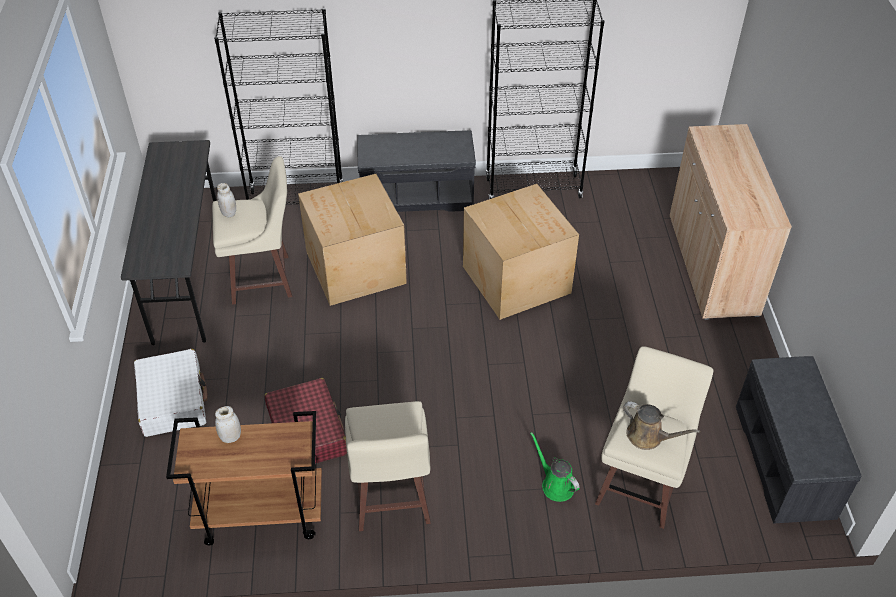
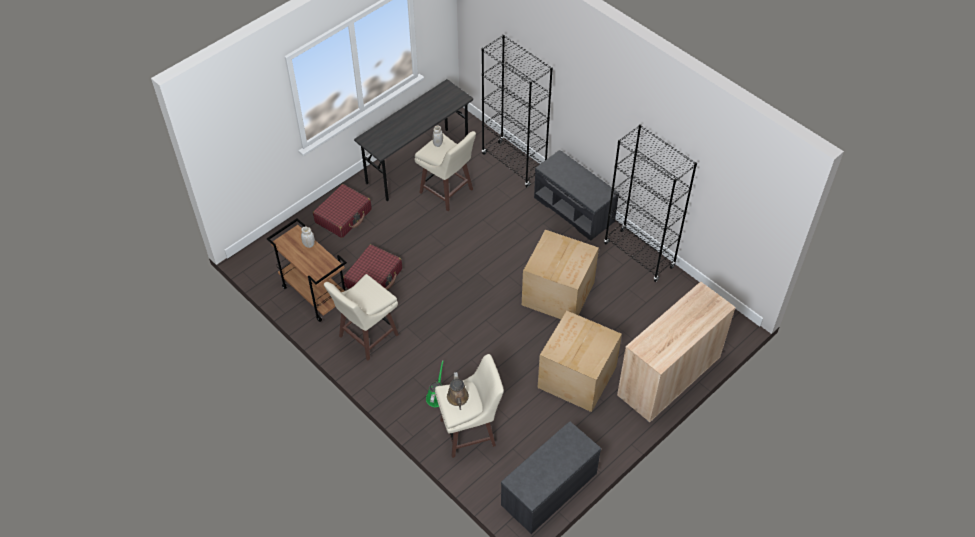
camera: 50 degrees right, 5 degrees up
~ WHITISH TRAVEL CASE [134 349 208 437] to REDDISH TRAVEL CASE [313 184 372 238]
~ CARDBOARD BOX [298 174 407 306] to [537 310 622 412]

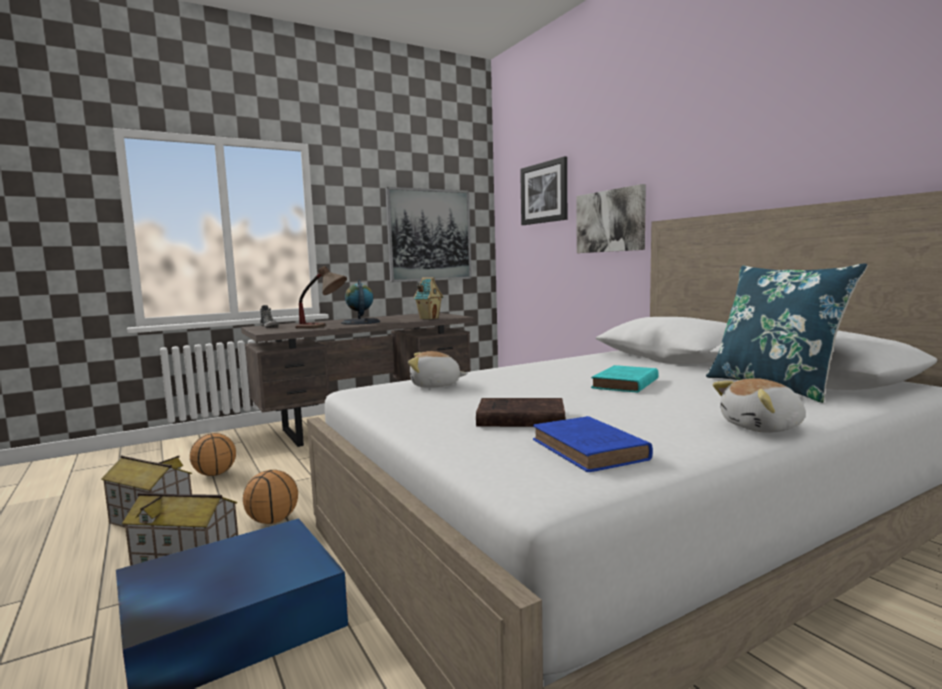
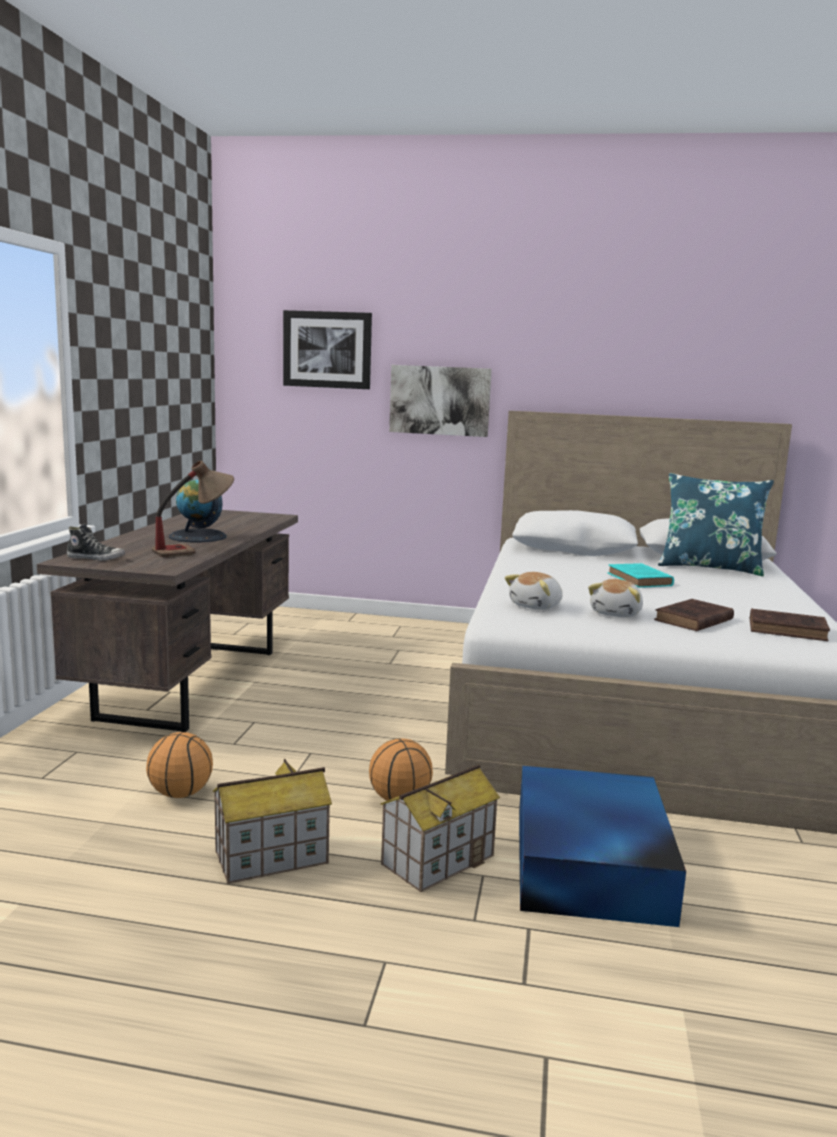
camera: 50 degrees left, 5 degrees up
~ CUDDLY TOY [713 378 806 433] to [588 579 643 617]
~ BLUISH BOUND BOOK [533 416 653 472] to BROWNISH BOUND BOOK [750 609 830 641]
- WALL ART [385 187 472 282]
- TOY HOUSE [413 277 443 320]

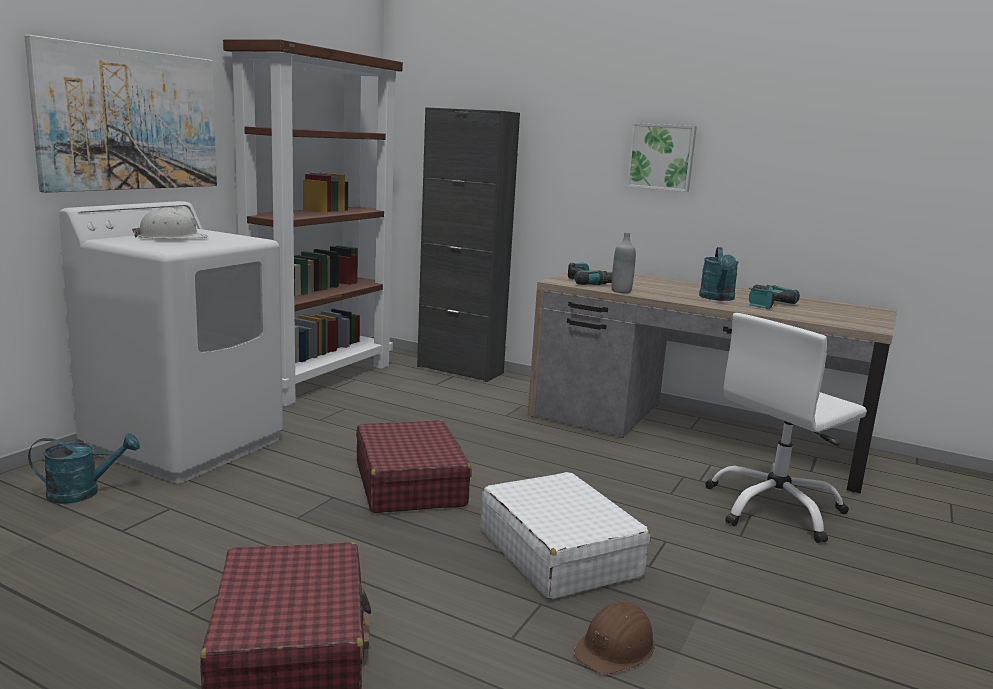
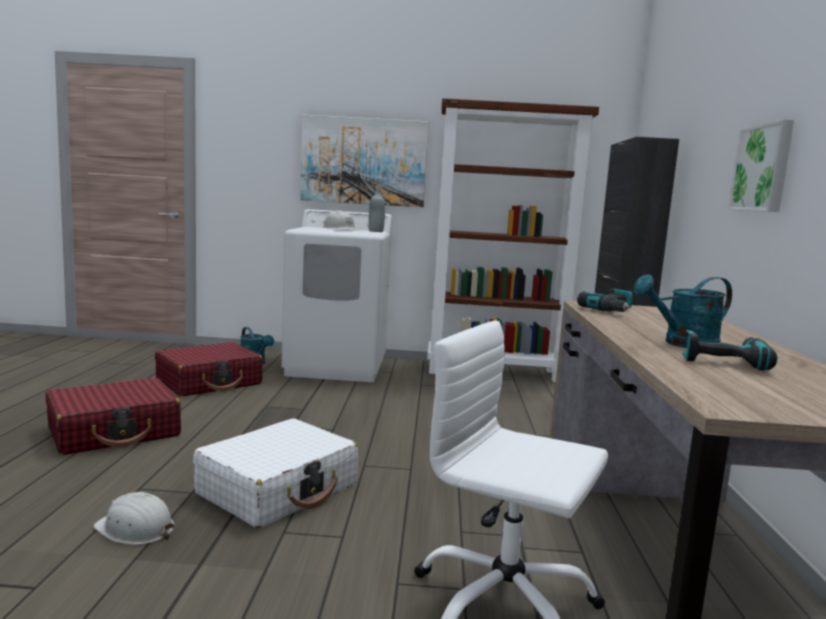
camera: 65 degrees right, 5 degrees down
~ BROWNISH HARD HAT [573 602 655 675] to WHITISH HARD HAT [93 492 175 545]
~ REDDISH TRAVEL CASE [356 420 472 513] to [155 342 263 397]
~ GRAY DRINK BOTTLE [611 232 636 293] to [369 188 385 232]

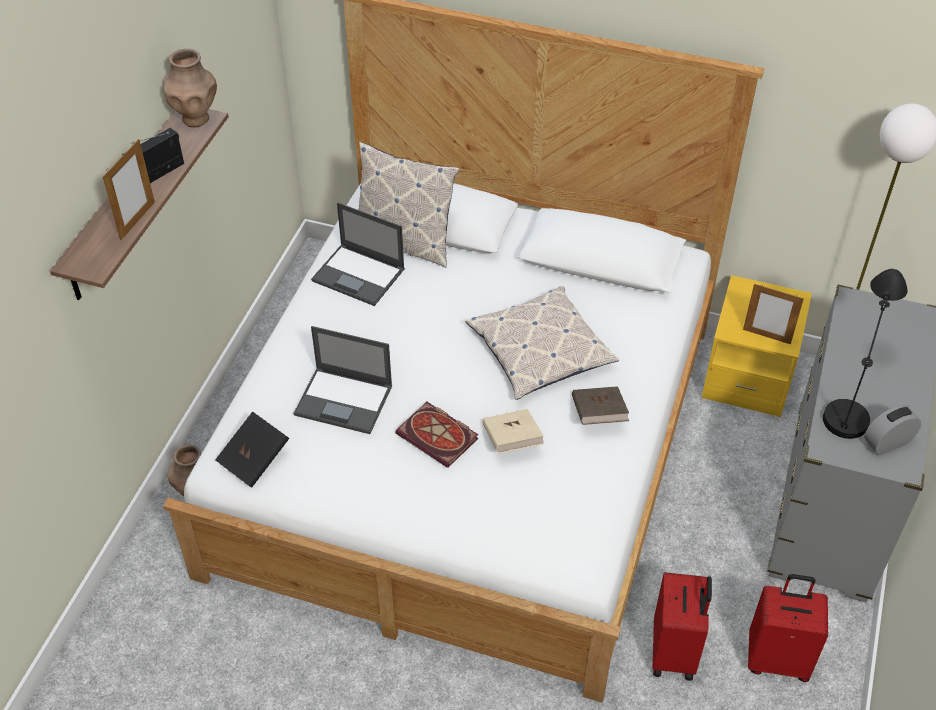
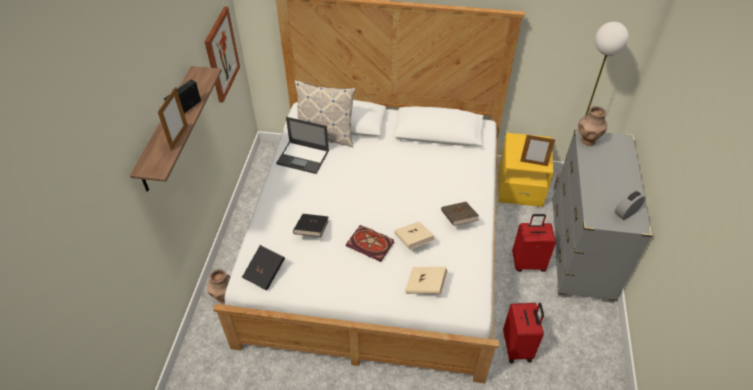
camera: 10 degrees left, 0 degrees up
+ WALL ART [204 7 240 103]
~ PORTABLE COMPUTER [294 326 393 434] to BLACKISH BOUND BOOK [293 214 329 237]
+ BEIGE BOUND BOOK [405 267 448 294]
~ REDDISH TRAVEL CASE [748 574 828 682] to [512 214 556 272]
~ BROWNISH VASE [164 49 217 127] to [578 106 607 146]
- PILLOW [465 286 619 400]
- BLACKISH LAMP FOR A TABLE [823 269 908 439]

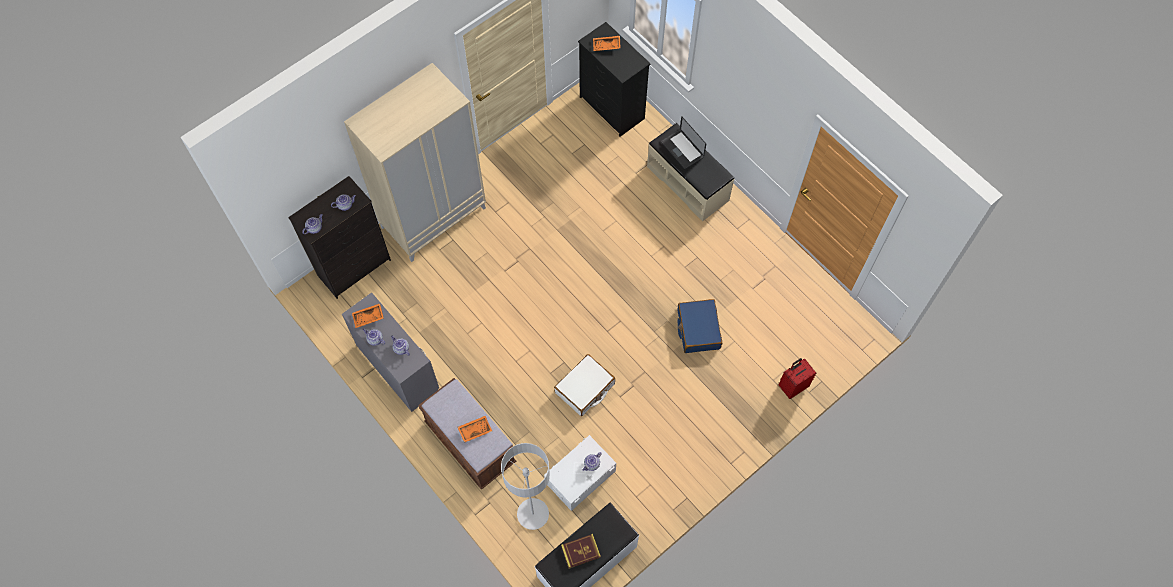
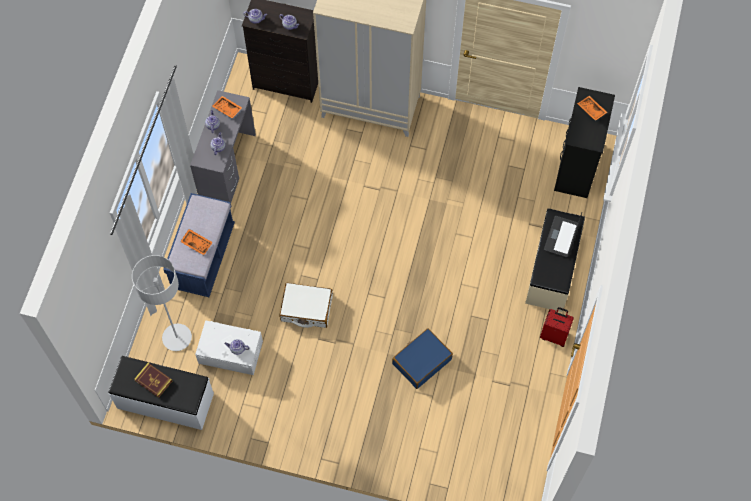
camera: 55 degrees right, 0 degrees up
~ BROWNISH BENCH [418 378 516 490] to BLUISH BENCH [163 193 235 297]
~ REDDISH TRAVEL CASE [779 358 816 399] to [540 307 574 347]

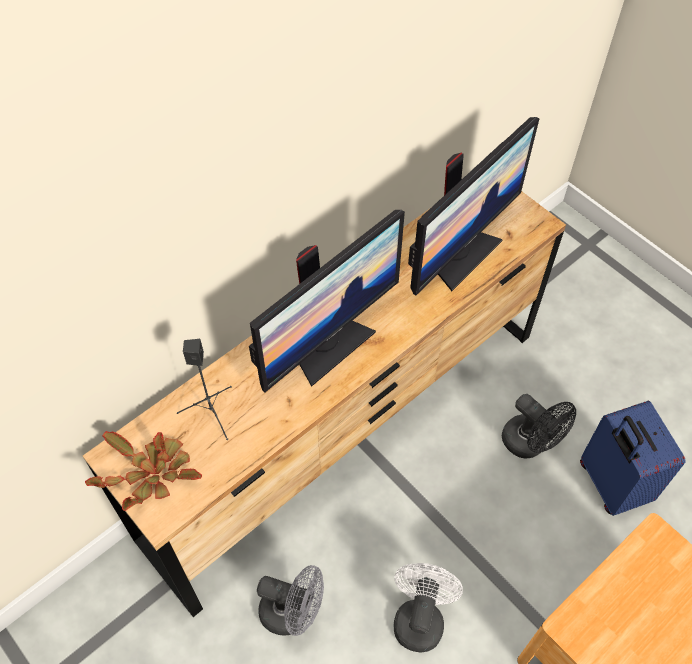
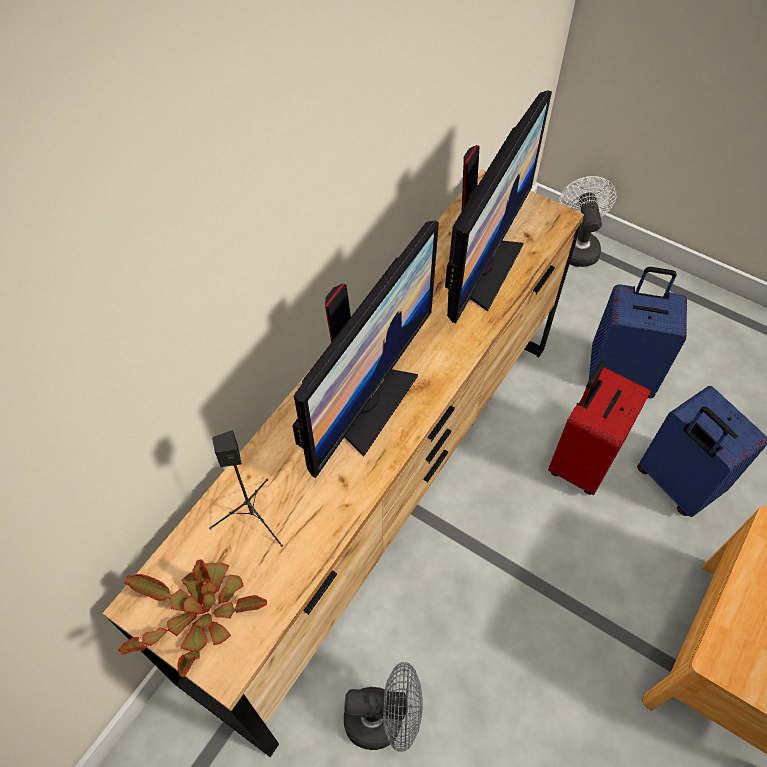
camera: 15 degrees left, 0 degrees up
~ BLACKISH FAN [502 394 576 459] to REDDISH TRAVEL CASE [548 361 651 495]
~ WHITISH FAN [394 563 463 653] to [559 176 616 267]
+ BLUISH TRAVEL CASE [589 267 687 398]

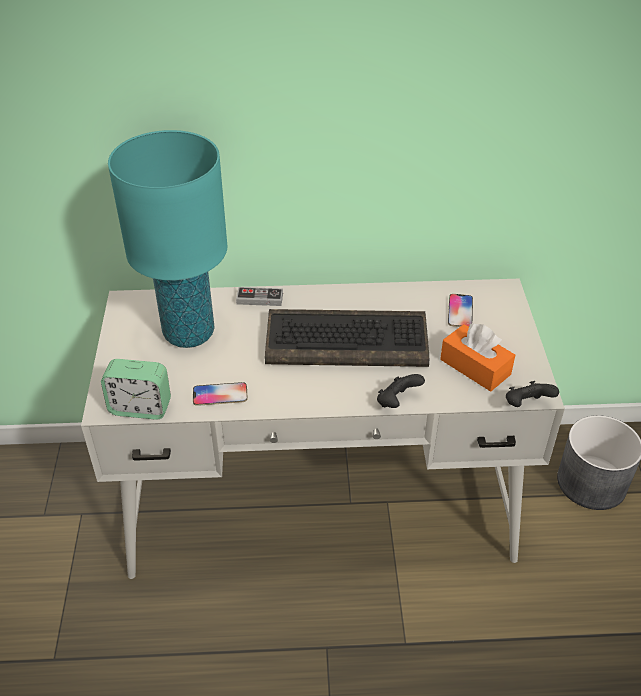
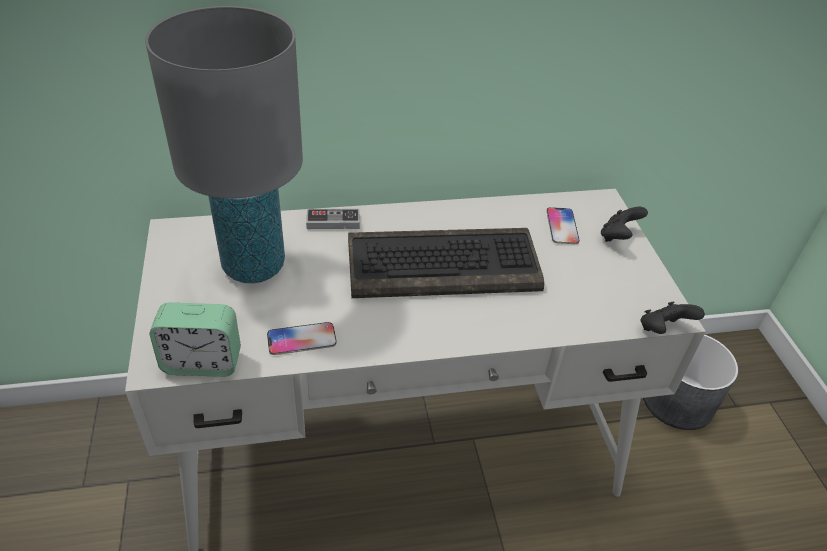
camera: 10 degrees left, 0 degrees up
~ BLUE-GREEN LAMP FOR A TABLE [108 130 227 348] to GRAY LAMP FOR A TABLE [145 6 303 284]
~ BLACKISH JOYPAD [377 374 425 408] to [601 207 648 242]
- ORANGEY TISSUE HOLDER [440 323 515 392]

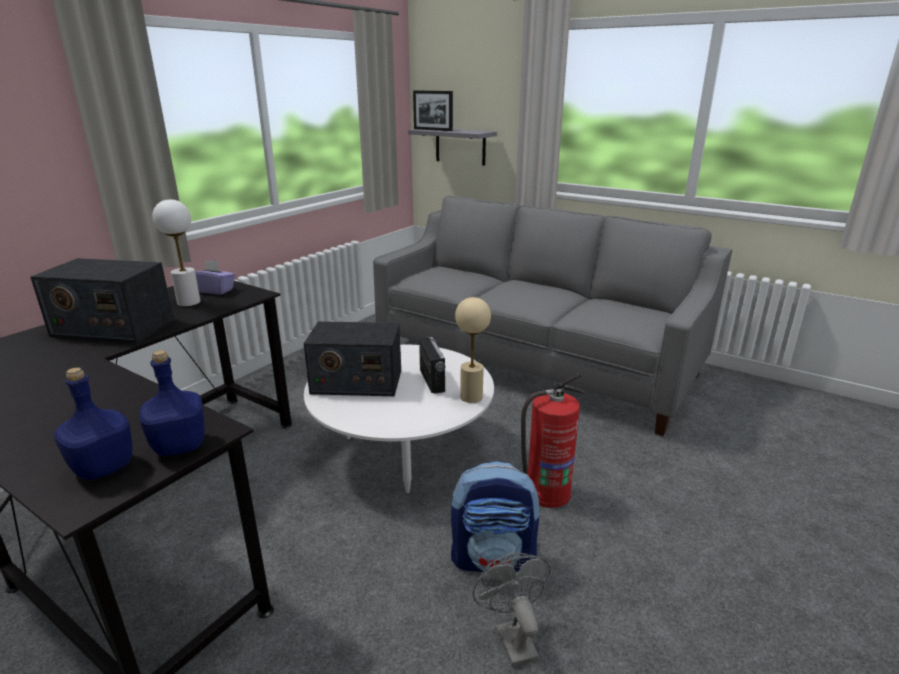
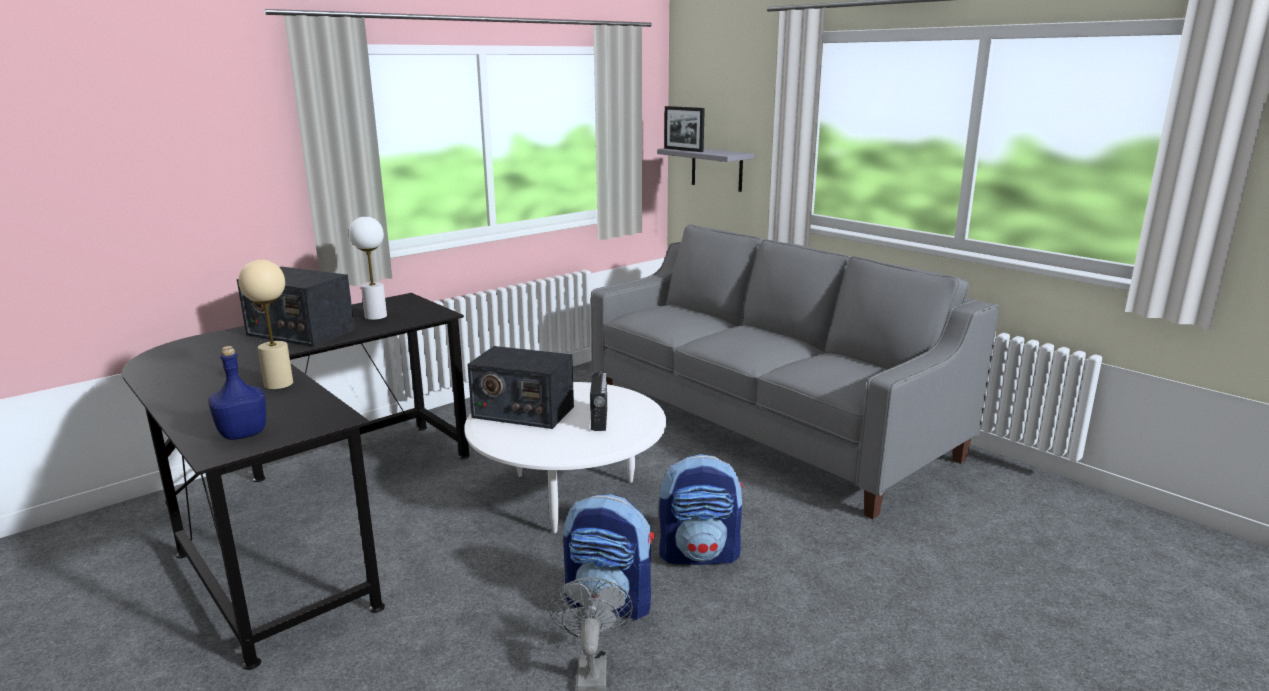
camera: 15 degrees right, 5 degrees down
~ BEIGE LAMP FOR A TABLE [455 297 491 403] to [238 260 293 389]
~ FIRE-FIGHTING CYLINDER [521 374 584 508] to KNAPSACK [659 454 743 565]
- BLUISH DRINK BOTTLE [139 350 205 456]
- PURPLISH TISSUE HOLDER [195 260 235 295]

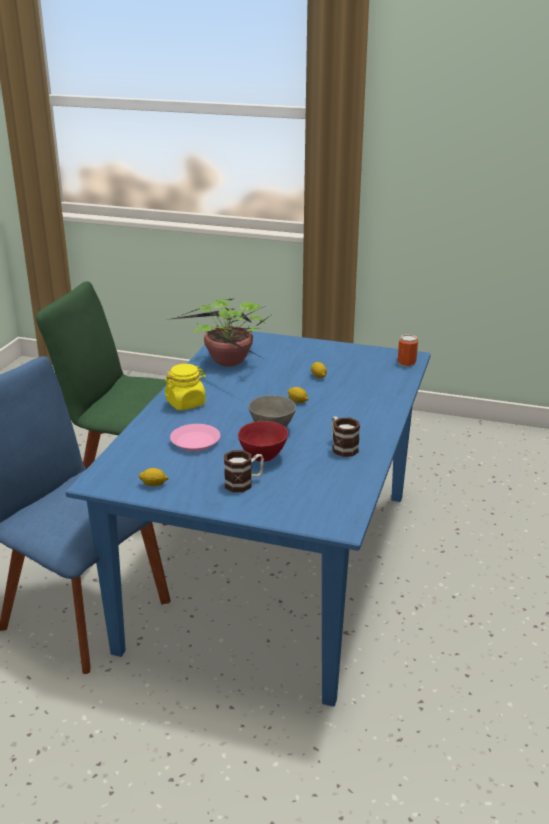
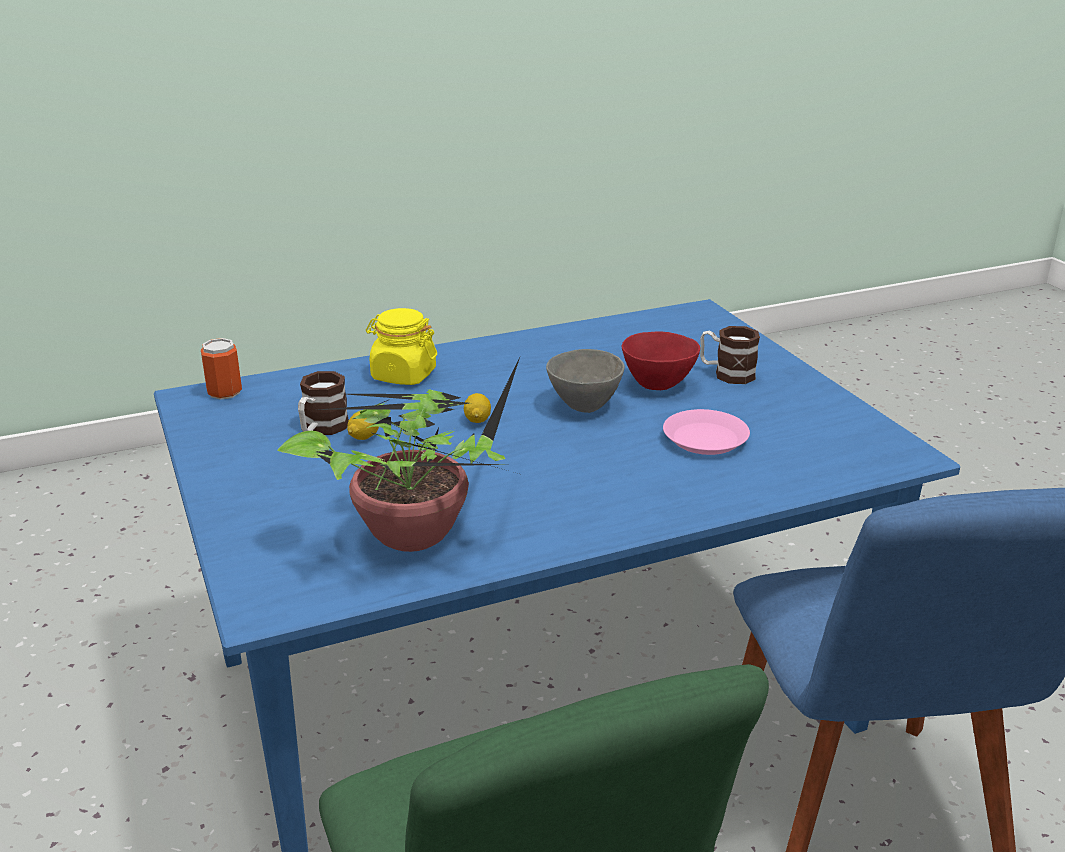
camera: 130 degrees left, 0 degrees up
~ TEA MUG [332 416 360 457] to [298 371 349 435]
~ YELLOWISH STORAGE JAR [165 364 206 410] to [366 308 437 385]
- LEMON [138 468 168 486]

